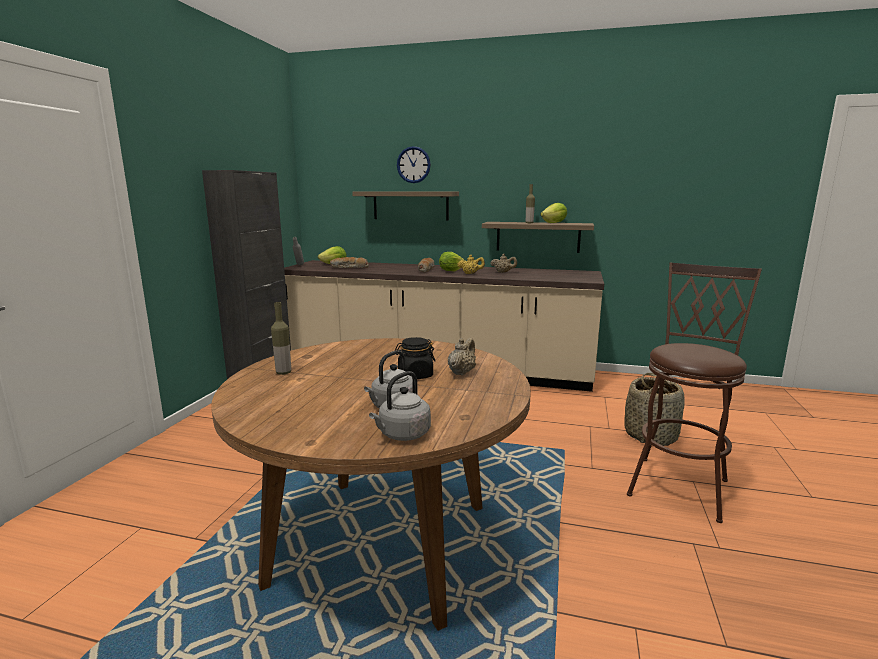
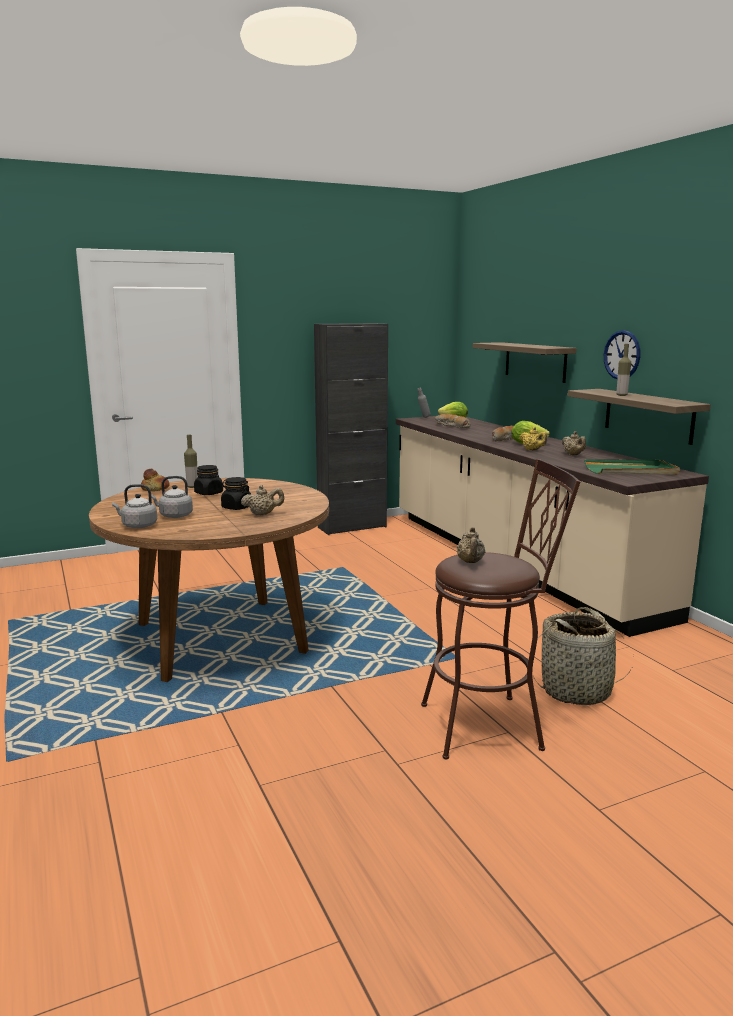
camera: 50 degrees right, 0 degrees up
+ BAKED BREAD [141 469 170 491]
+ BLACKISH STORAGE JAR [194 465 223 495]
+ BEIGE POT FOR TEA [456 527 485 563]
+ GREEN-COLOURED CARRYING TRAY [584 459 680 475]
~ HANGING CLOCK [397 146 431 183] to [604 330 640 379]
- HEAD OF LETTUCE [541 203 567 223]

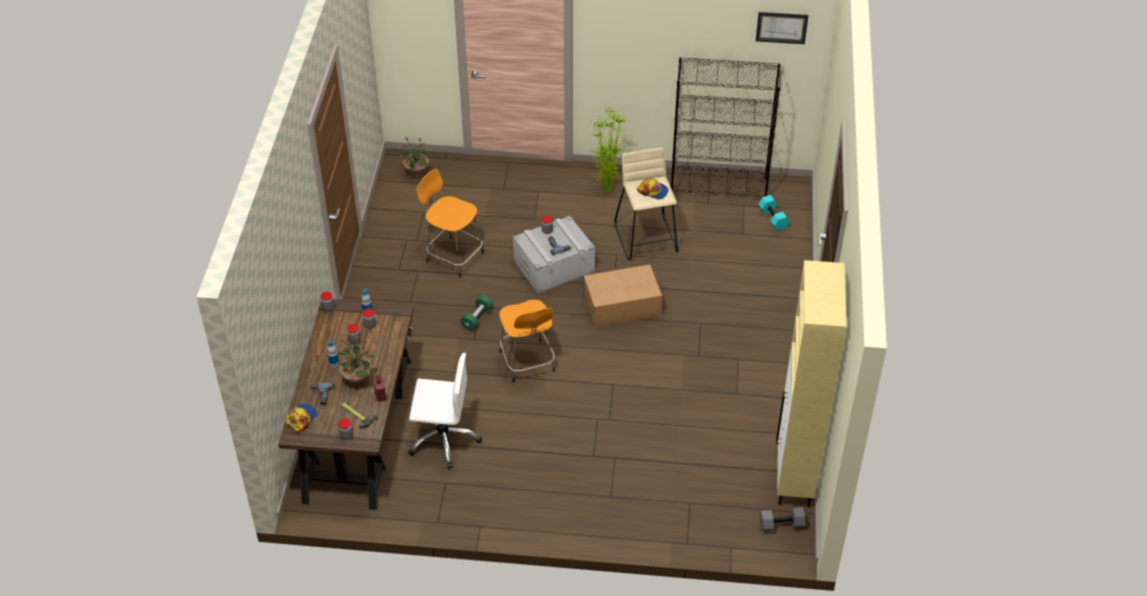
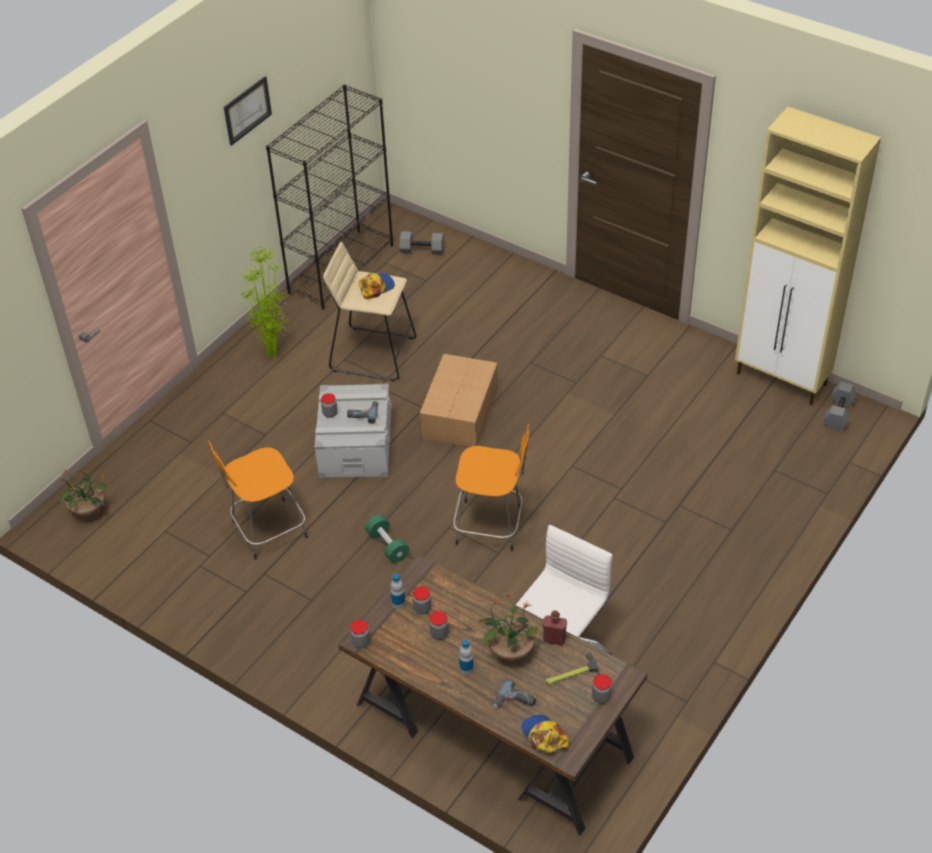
camera: 60 degrees left, 0 degrees up
~ WALL ART [756 12 808 44] to [224 76 272 146]
~ BLUE-GREEN FREE WEIGHT [758 195 790 231] to GRAY FREE WEIGHT [400 231 444 255]

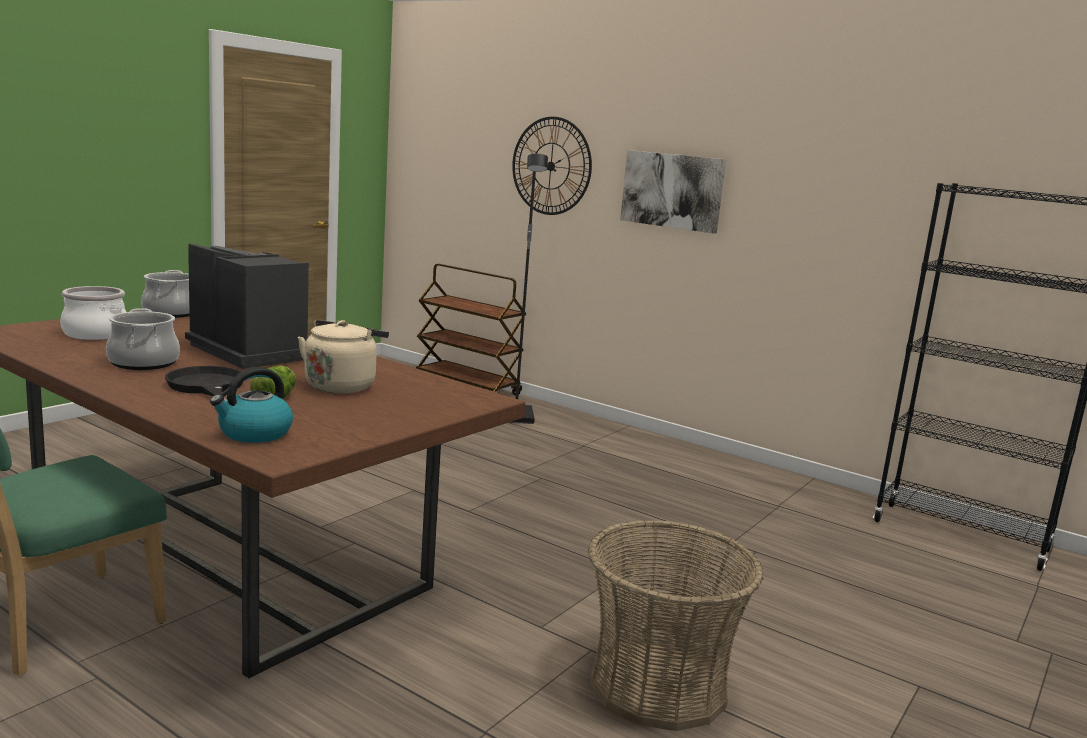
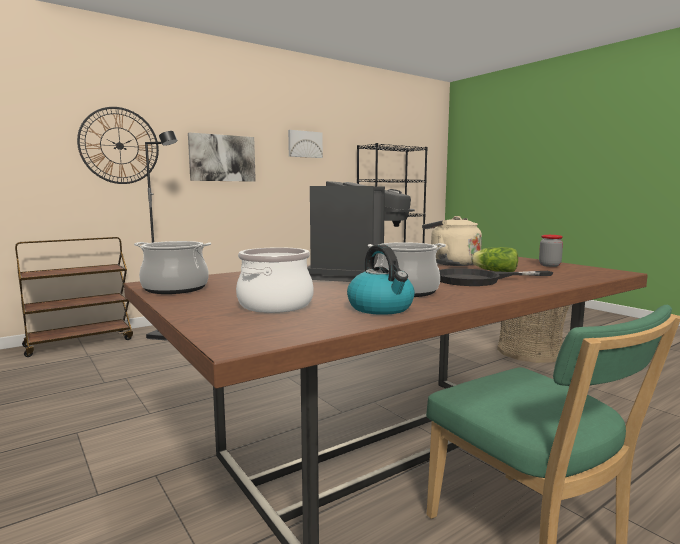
camera: 70 degrees left, 5 degrees down
+ WALL ART [288 130 323 158]
~ COFFEE MACHINE [185 243 309 369] = [307 181 415 282] 135 degrees clockwise
~ WATER KETTLE [210 367 293 443] to [347 244 415 315]
+ STORAGE JAR [539 235 563 267]

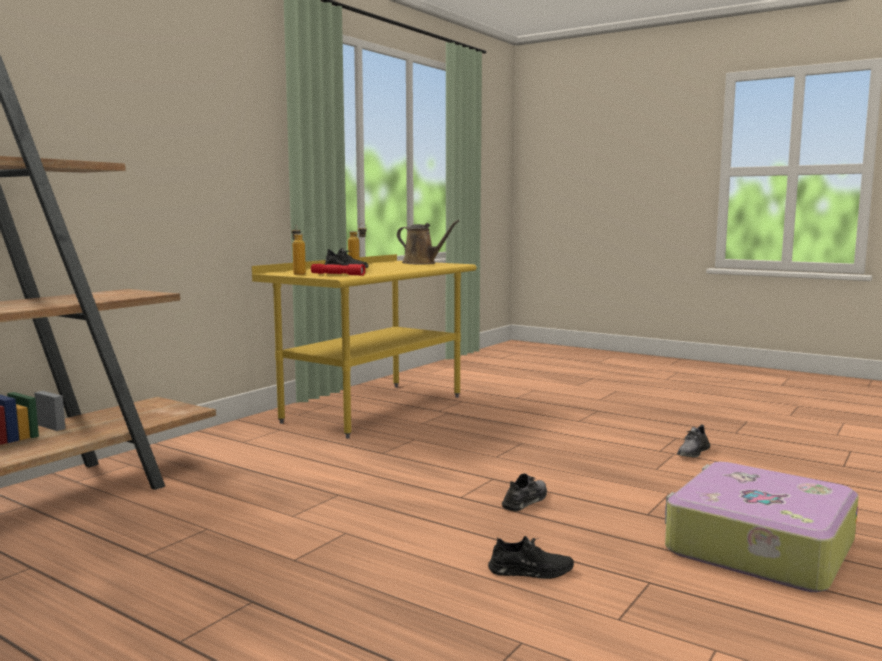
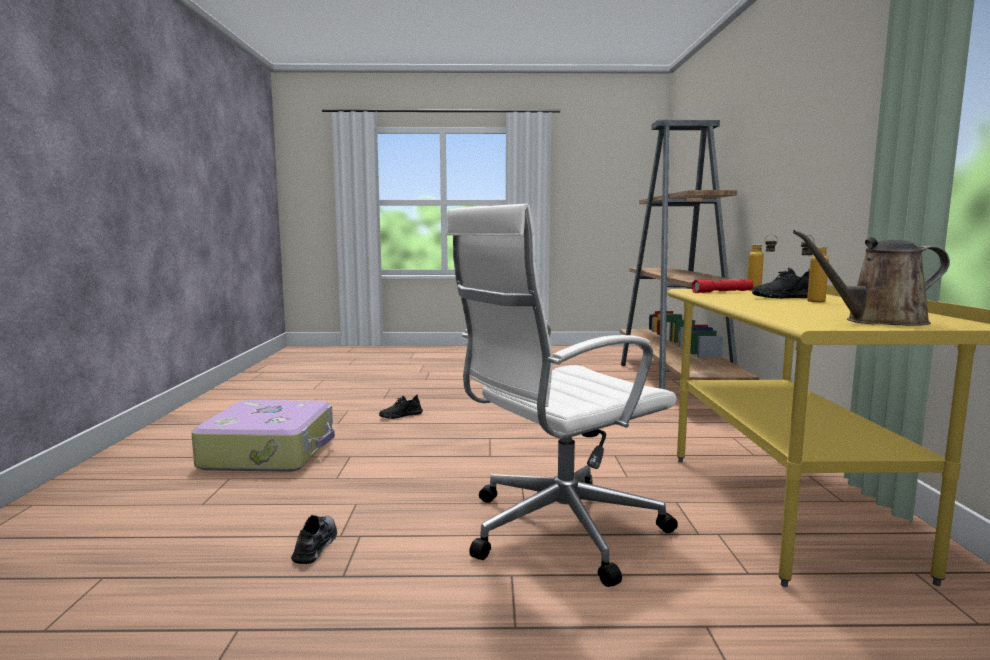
camera: 145 degrees right, 0 degrees up
+ WHITISH OFFICE CHAIR [446 204 678 587]
- GRAY ITEM OF FOOTWEAR [502 473 547 511]

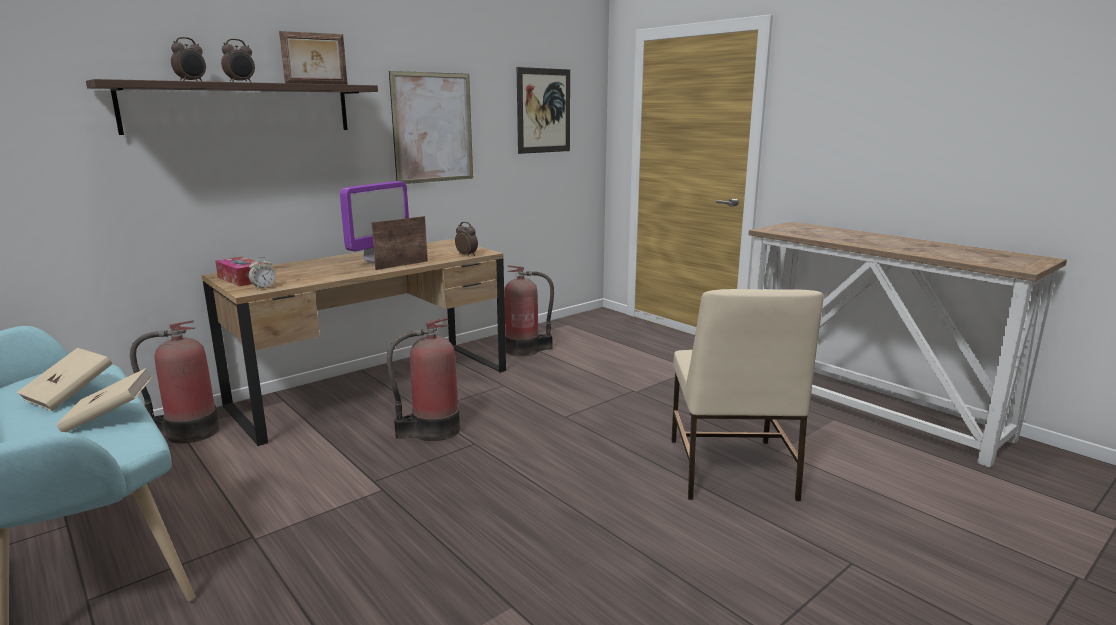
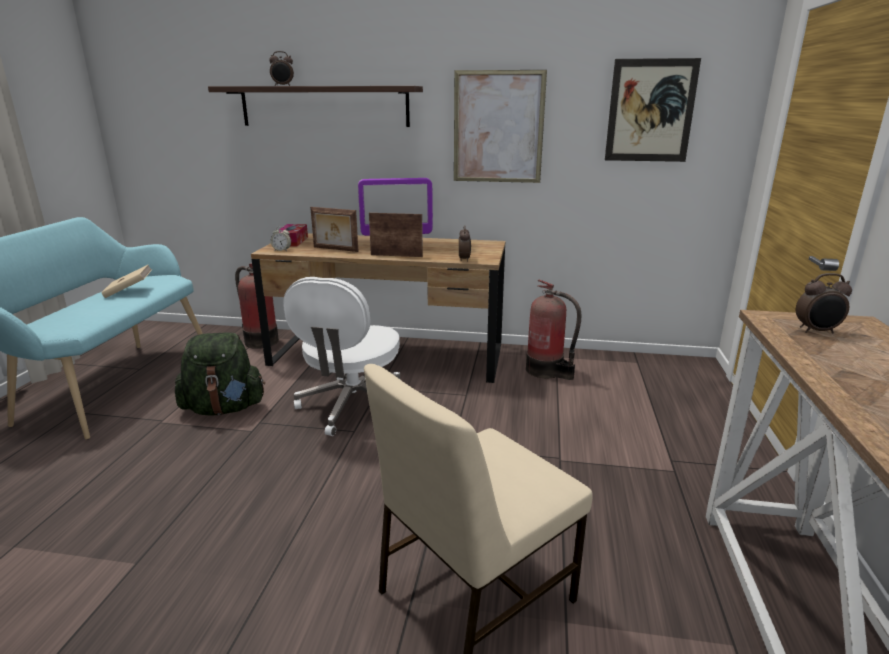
camera: 50 degrees right, 5 degrees up
+ GREEN-COLOURED KNAPSACK [175 332 265 415]
~ FIRE-FIGHTING CYLINDER [387 318 460 441] to WHITISH OFFICE CHAIR [283 277 400 436]
~ PHOTO FRAME [279 31 348 85] to [310 207 359 252]
~ ALARM CLOCK [221 39 255 82] to [796 273 852 334]
- BEIGE BOUND BOOK [56 368 153 432]

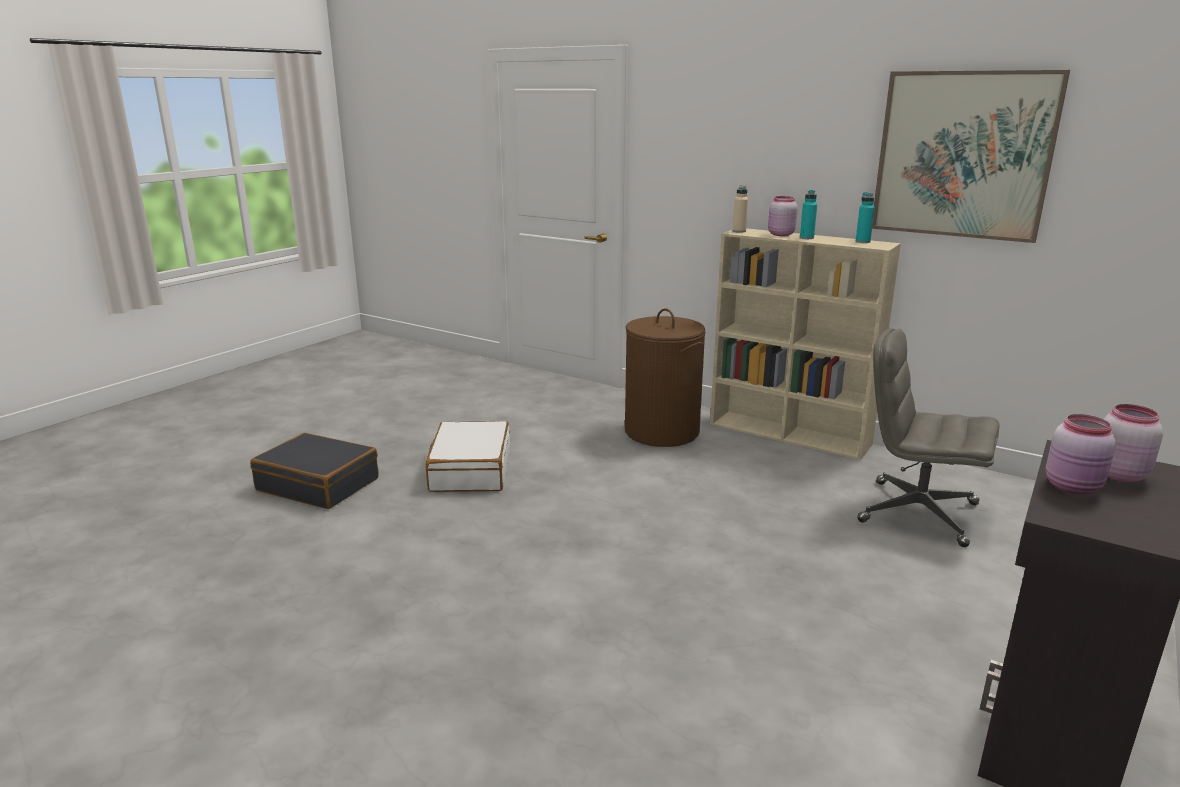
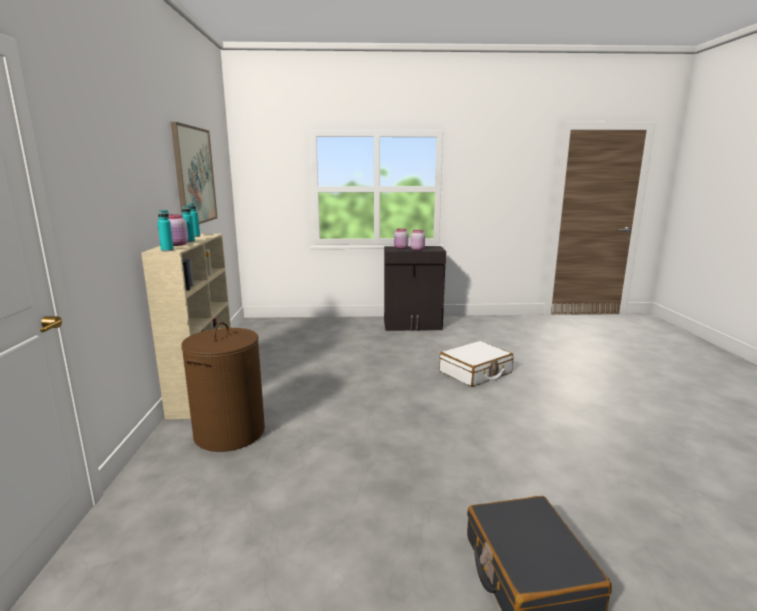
camera: 125 degrees left, 5 degrees down
~ BEIGE DRINK BOTTLE [733 185 748 233] to BLUE-GREEN DRINK BOTTLE [157 210 174 251]
~ WHITISH TRAVEL CASE [426 421 510 492] to [439 341 513 387]
- GRAY OFFICE CHAIR [857 328 1000 547]

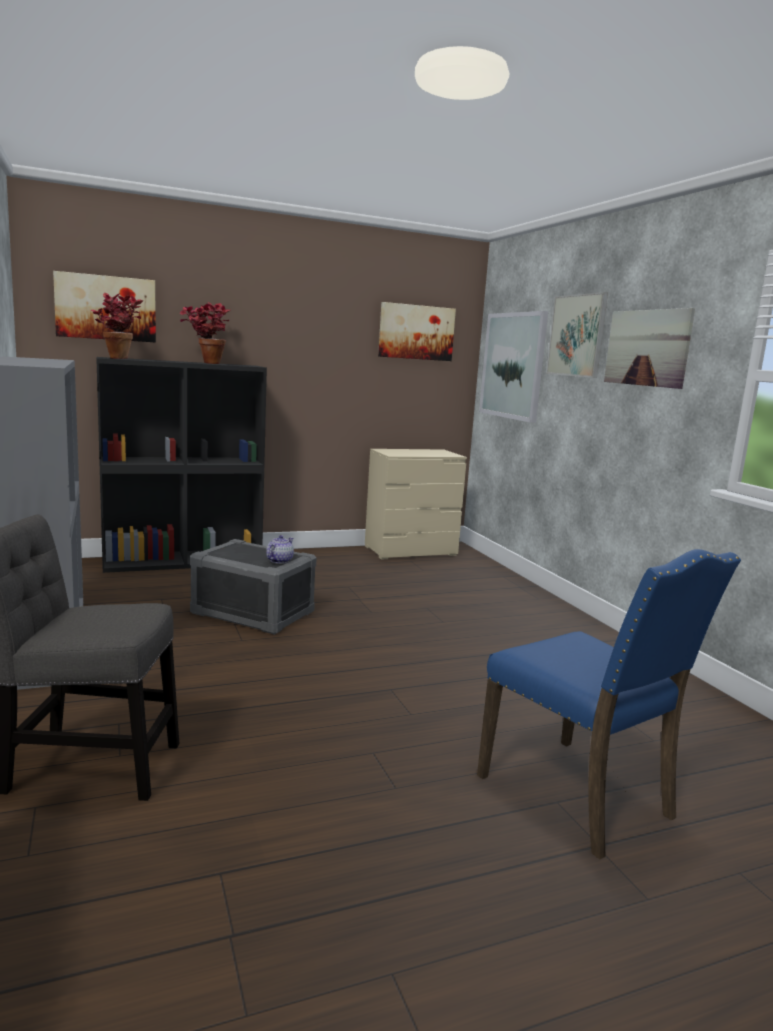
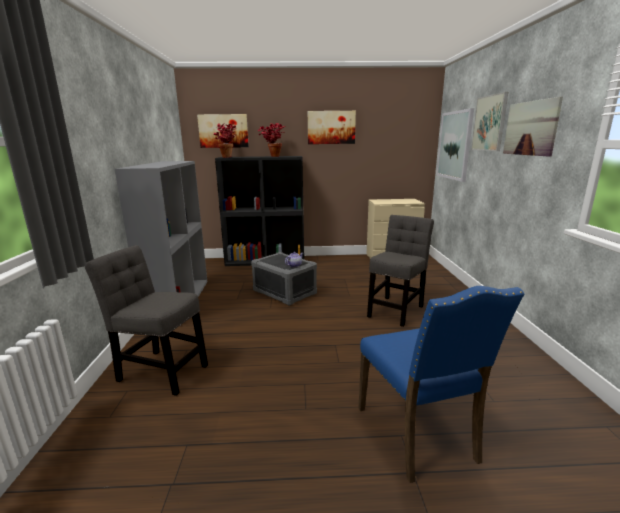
camera: 20 degrees right, 5 degrees up
~ WALL ART [378 302 456 361] to [308 111 356 144]
+ GRAY UPRIGHT CHAIR [367 215 434 327]

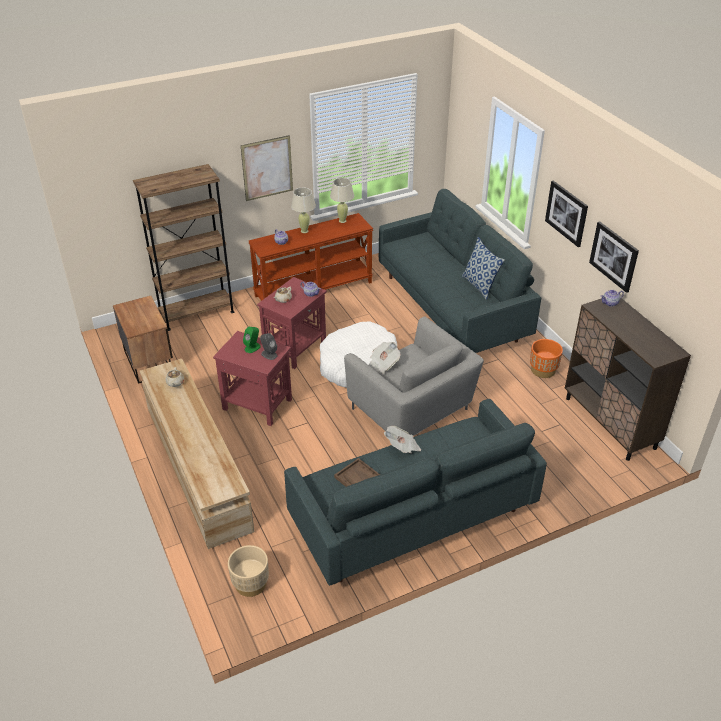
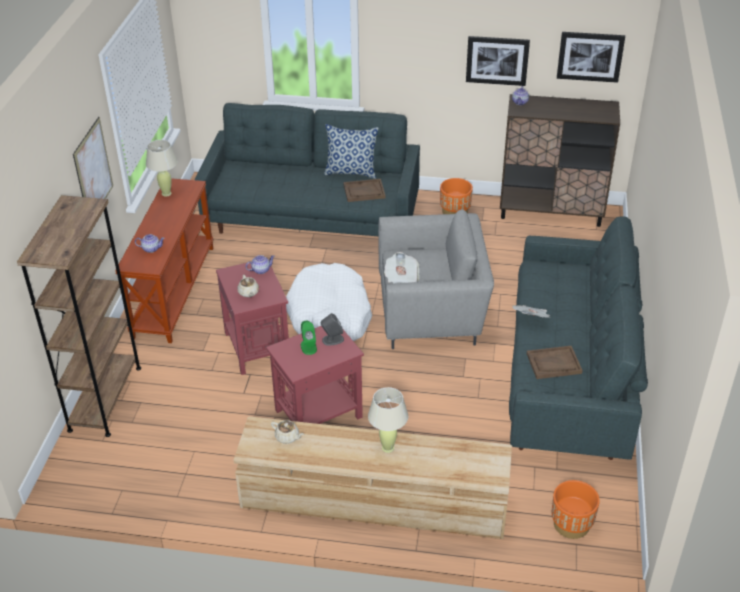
camera: 55 degrees left, 0 degrees up
+ BROWNISH CARRYING TRAY [343 179 386 202]
~ BEIGE LAMP FOR A TABLE [291 188 316 233] to [368 387 408 453]
~ BEIGE PLANT POT [228 545 269 597] to ORANGEY PLANT POT [552 480 600 539]
~ WALL ART [545 180 588 247] to [557 32 625 83]
- NIGHT TABLE [113 296 173 384]

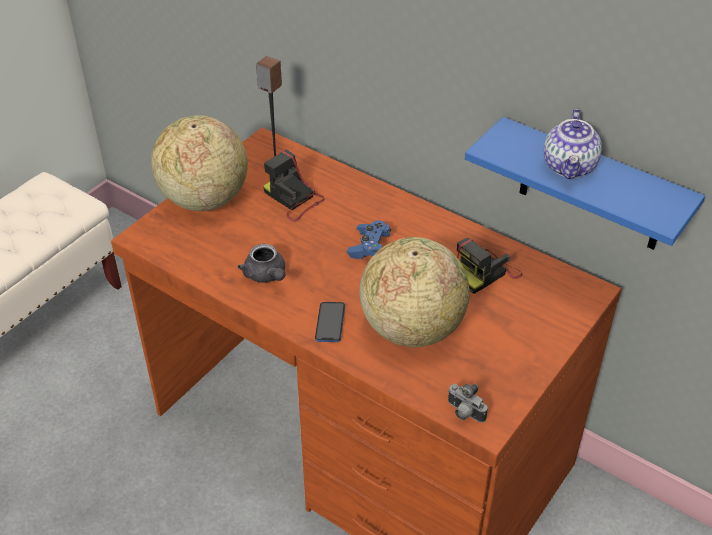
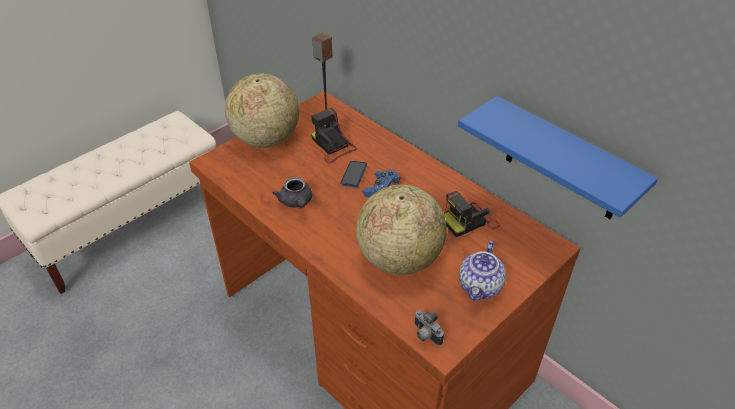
camera: 10 degrees right, 0 degrees up
~ PHONE [315 302 345 342] to [341 161 367 187]
~ POT FOR TEA [544 109 602 179] to [459 241 506 301]

